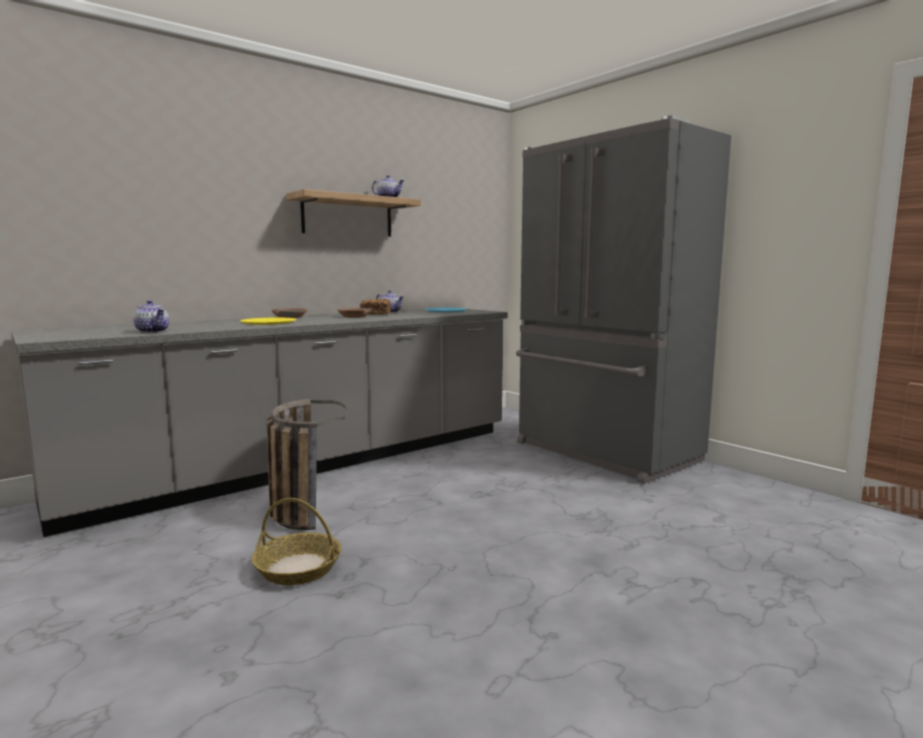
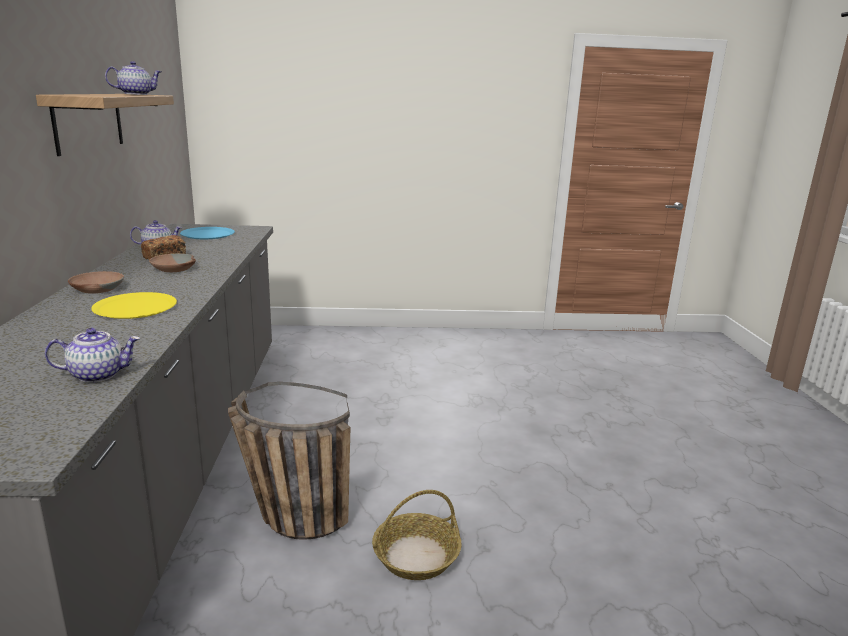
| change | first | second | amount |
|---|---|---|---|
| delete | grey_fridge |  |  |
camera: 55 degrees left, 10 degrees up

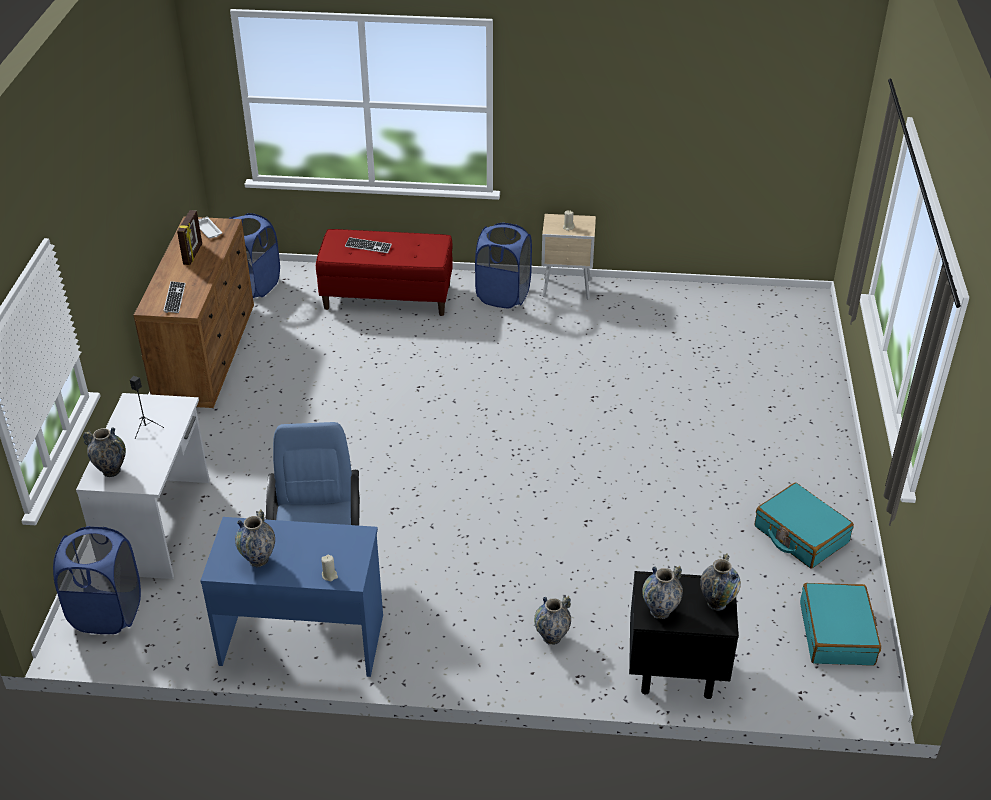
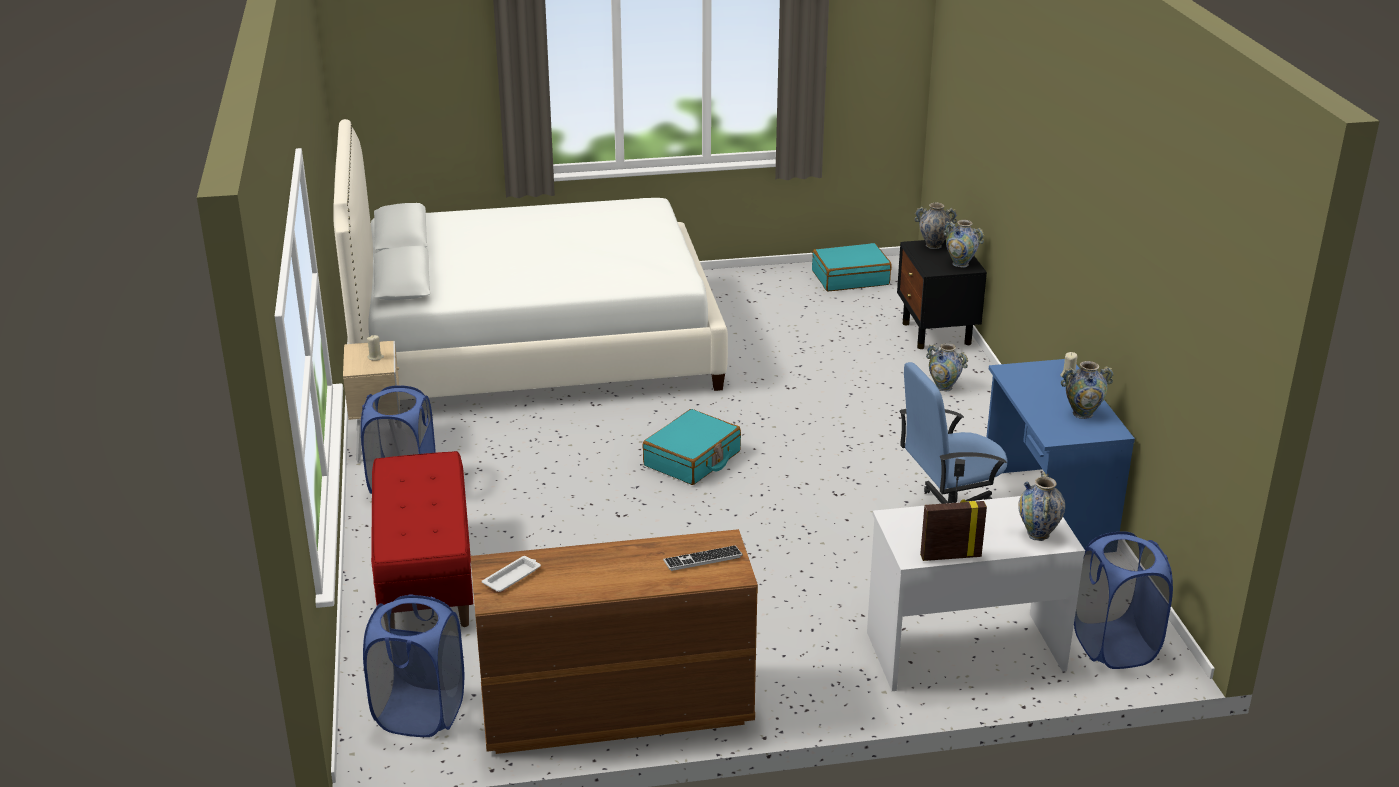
| change | first | second | amount |
|---|---|---|---|
| insert |  | white_bed |  |
| move | turquoise_suitcase (1st from left) |  |  |
| move | picture_frame |  |  |
| delete | keyboard (2nd from left) |  |  |
camera: 105 degrees left, 10 degrees down

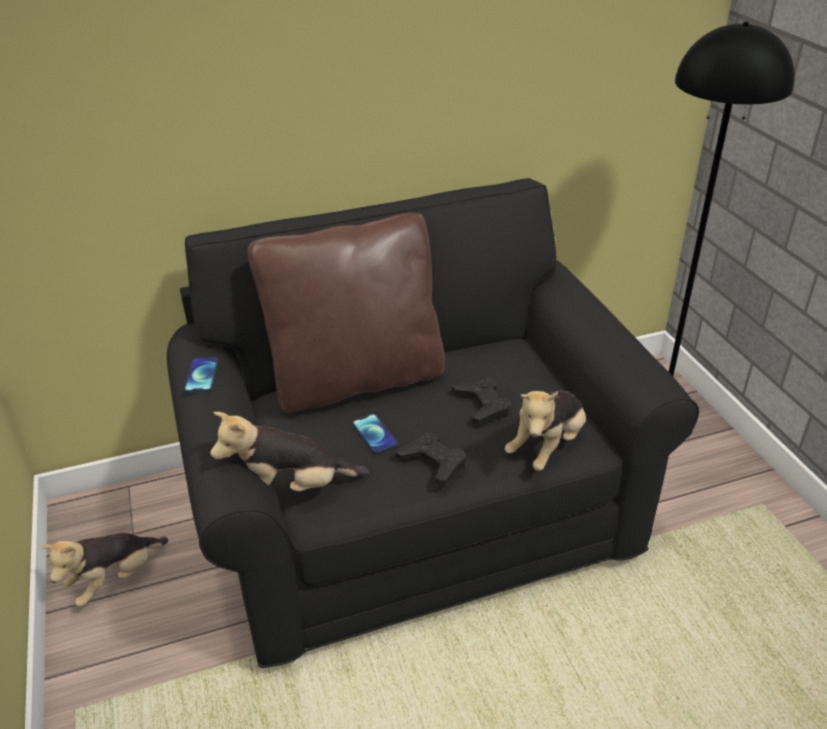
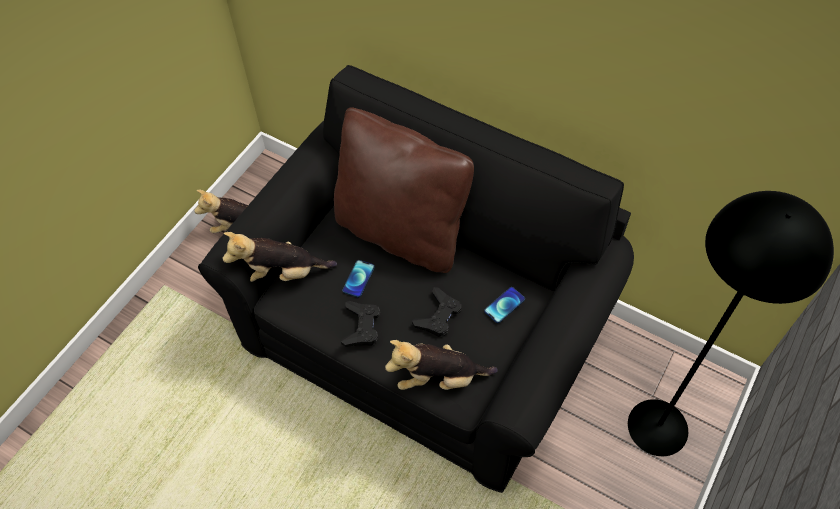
| change | first | second | amount |
|---|---|---|---|
| rotate | plush_toy (2nd from left) |  | 45 degrees counterclockwise |
| move | phone (1st from left in the first image) | phone (2nd from left) |  |
camera: 50 degrees right, 20 degrees up

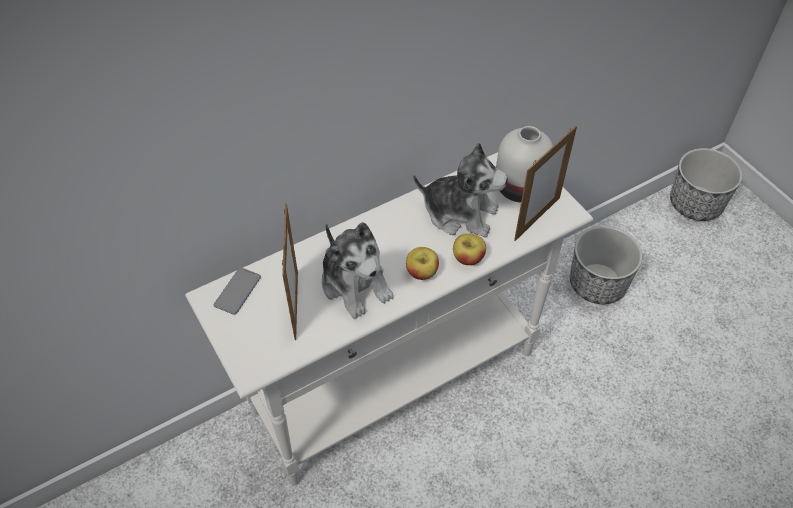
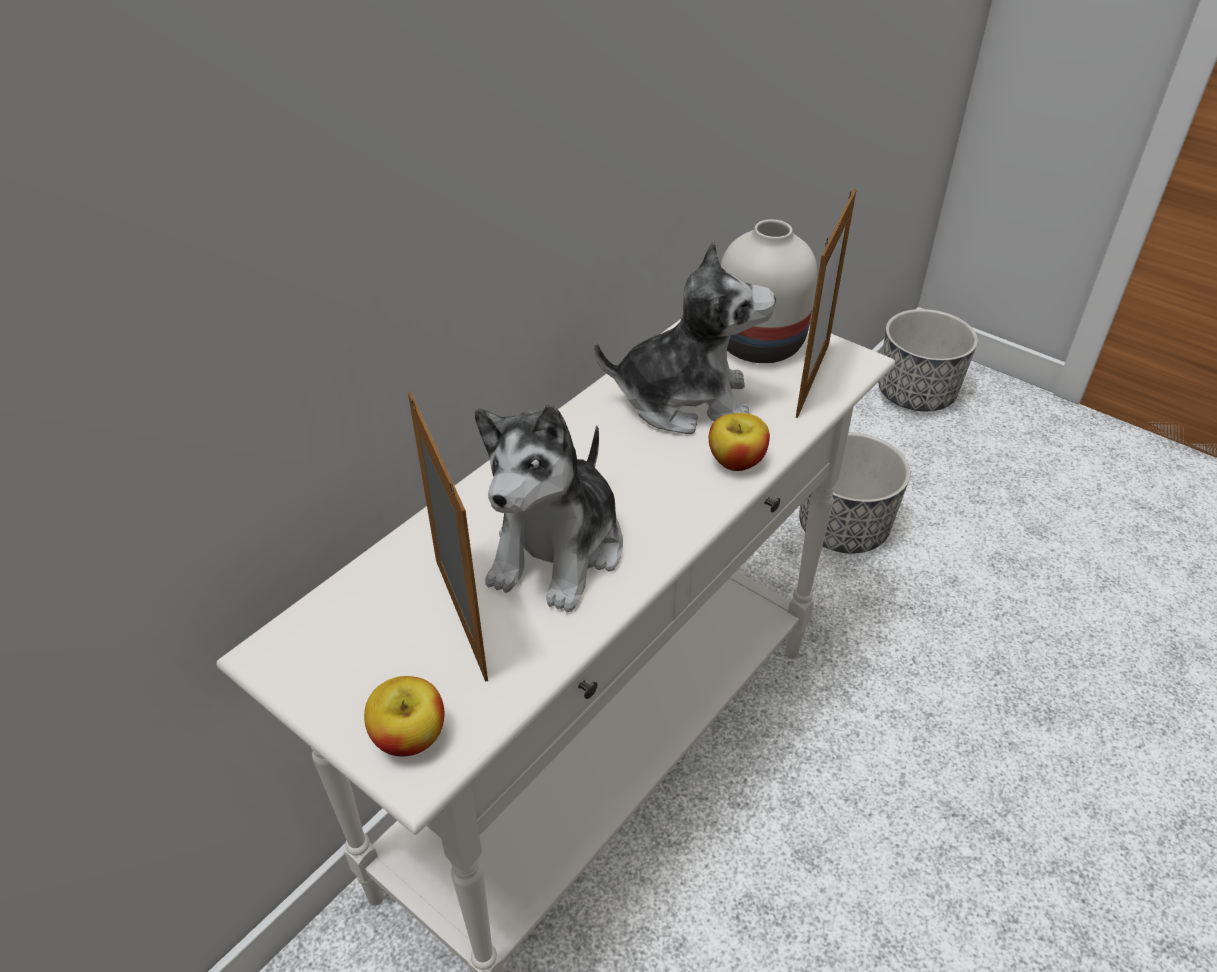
| change | first | second | amount |
|---|---|---|---|
| move | apple (1st from left) |  |  |
| rotate | plush_toy (1st from left) |  | 75 degrees clockwise |
| delete | phone |  |  |
camera: 20 degrees left, 10 degrees down

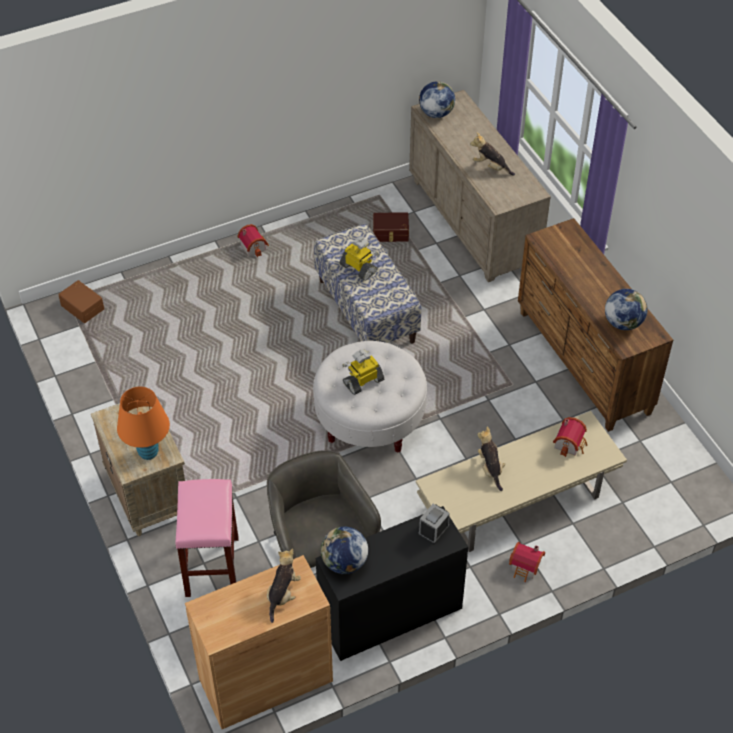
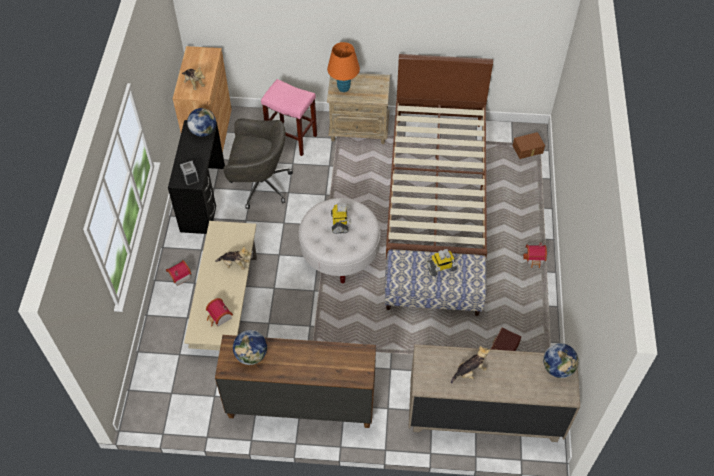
| change | first | second | amount |
|---|---|---|---|
| insert |  | brown_bed |  |
camera: 120 degrees right, 5 degrees up

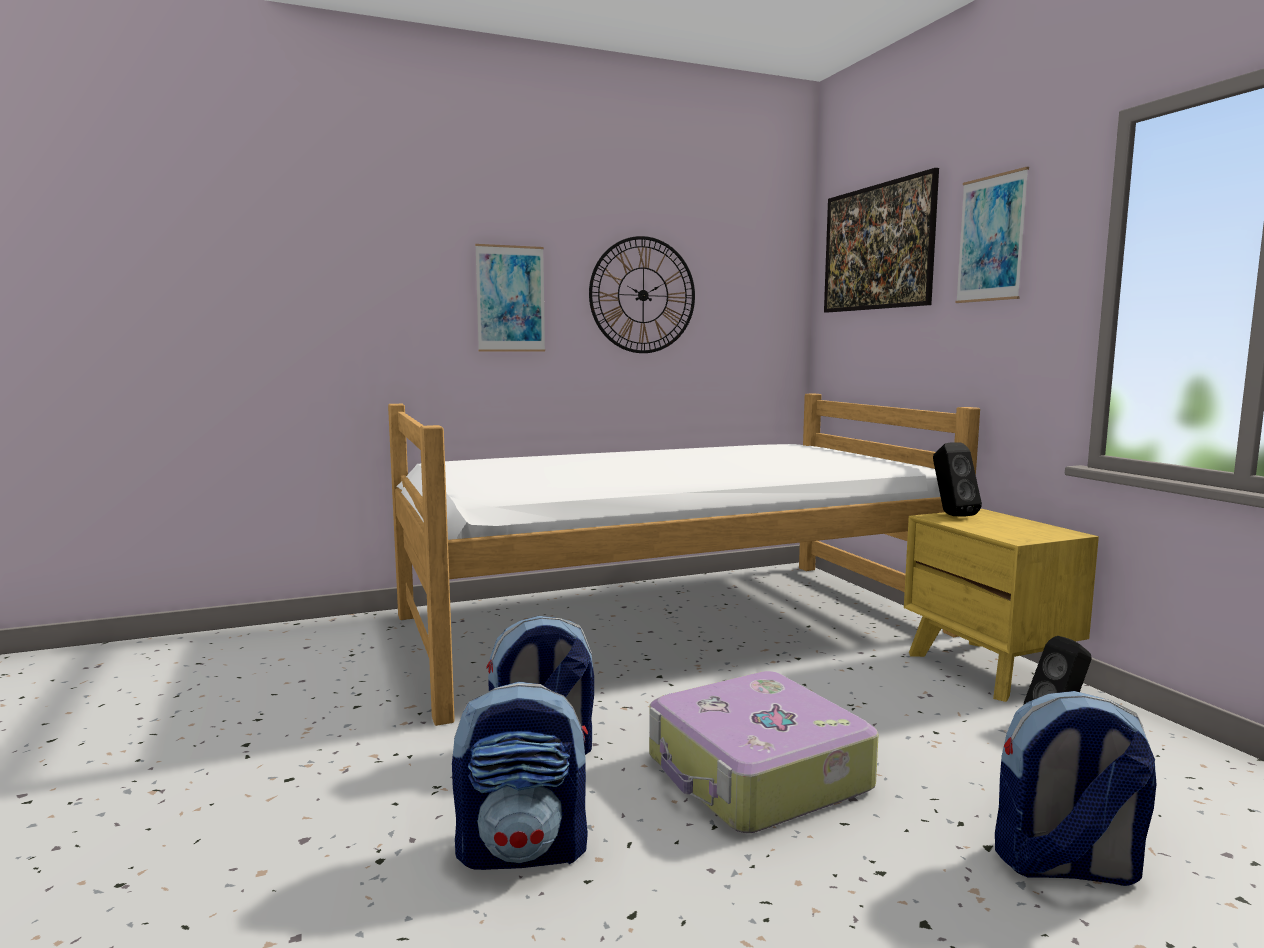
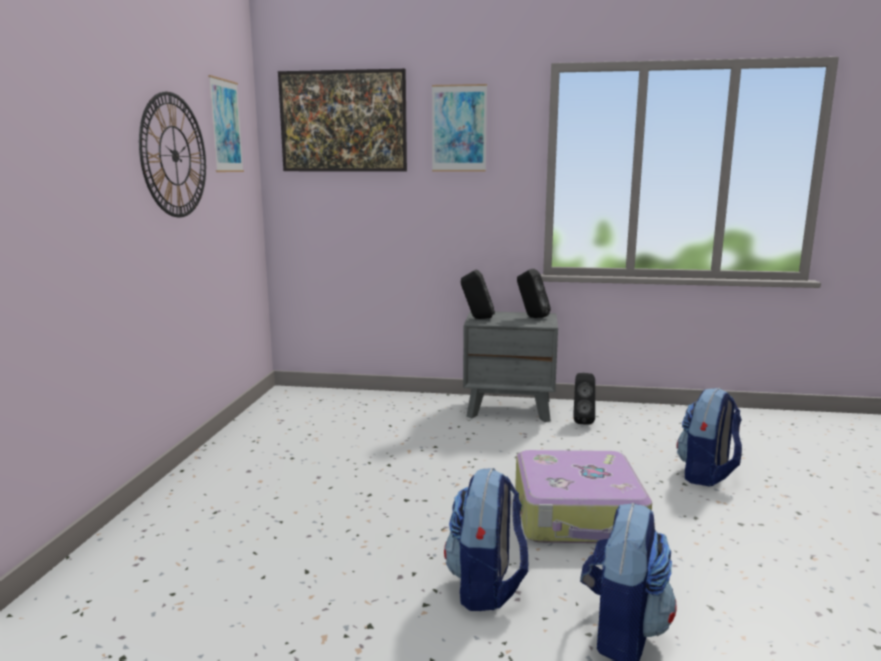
| change | first | second | amount |
|---|---|---|---|
| move | picture (1st from left) |  |  |
| recolor | yellow_nightstand | grey_nightstand |  |
| insert |  | black_speaker (2nd from left) |  |
| delete | bed |  |  |
camera: 60 degrees left, 5 degrees up

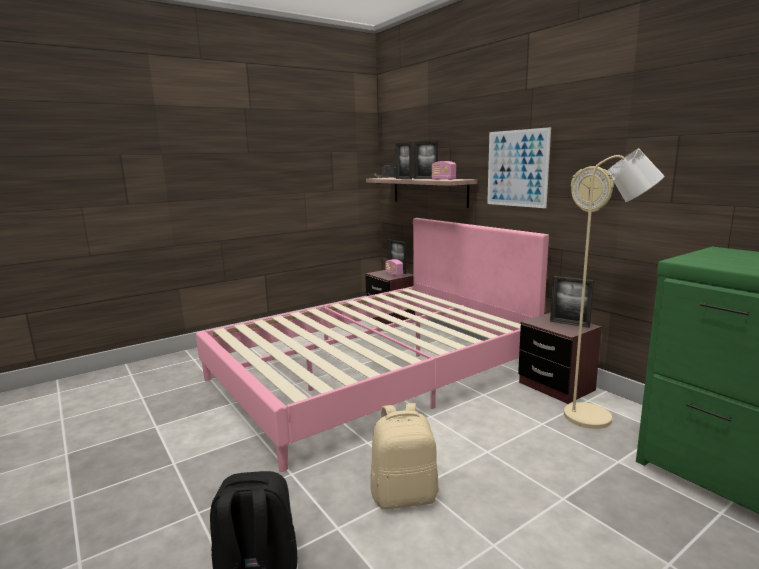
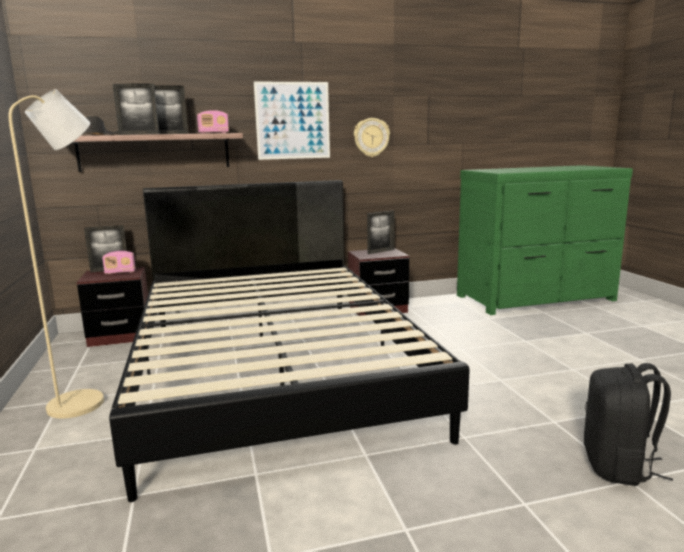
| change | first | second | amount |
|---|---|---|---|
| move | beige_floor_lamp |  |  |
| recolor | pink_bed | black_bed |  |
| delete | beige_backpack |  |  |
camera: 70 degrees left, 0 degrees up

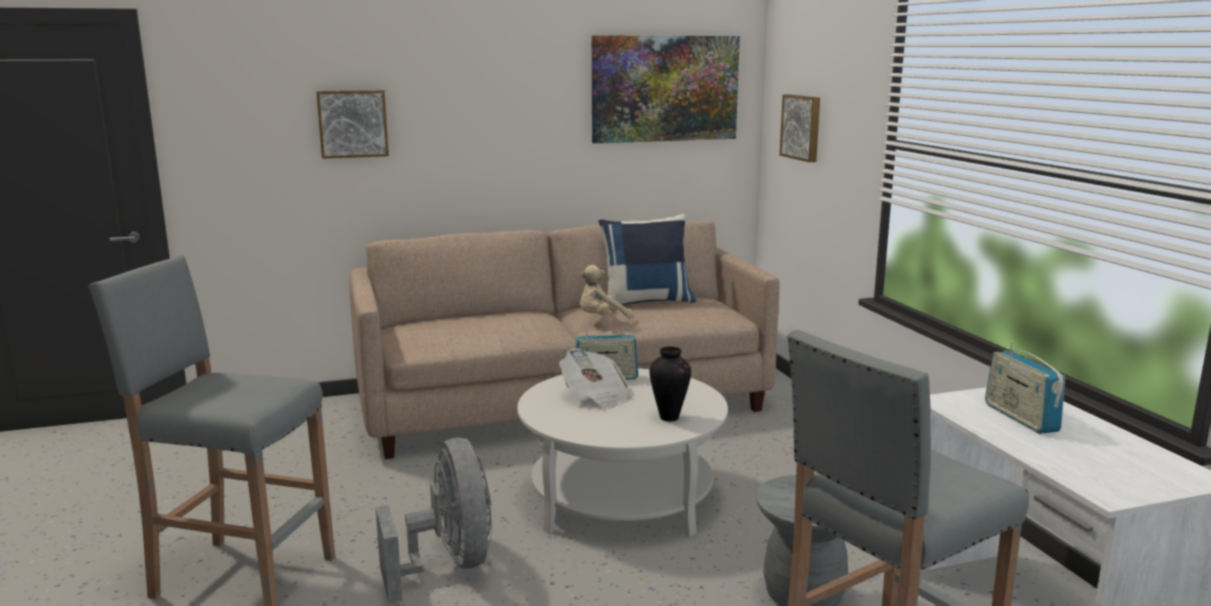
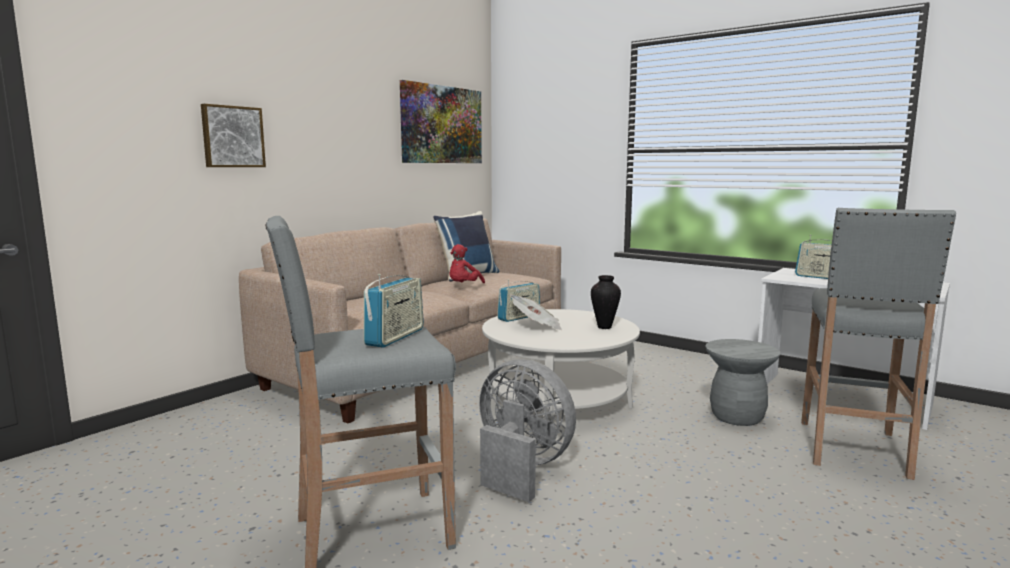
| change | first | second | amount |
|---|---|---|---|
| insert |  | radio (1st from left) |  |
| recolor | beige_plush_toy | red_plush_toy |  |
| delete | picture (3rd from left) |  |  |
camera: 35 degrees left, 5 degrees down

